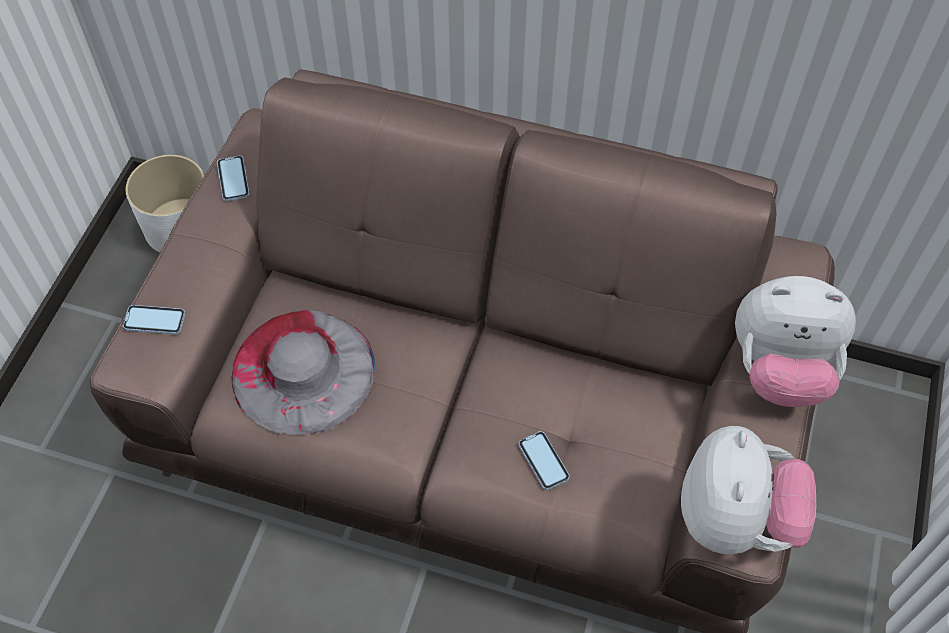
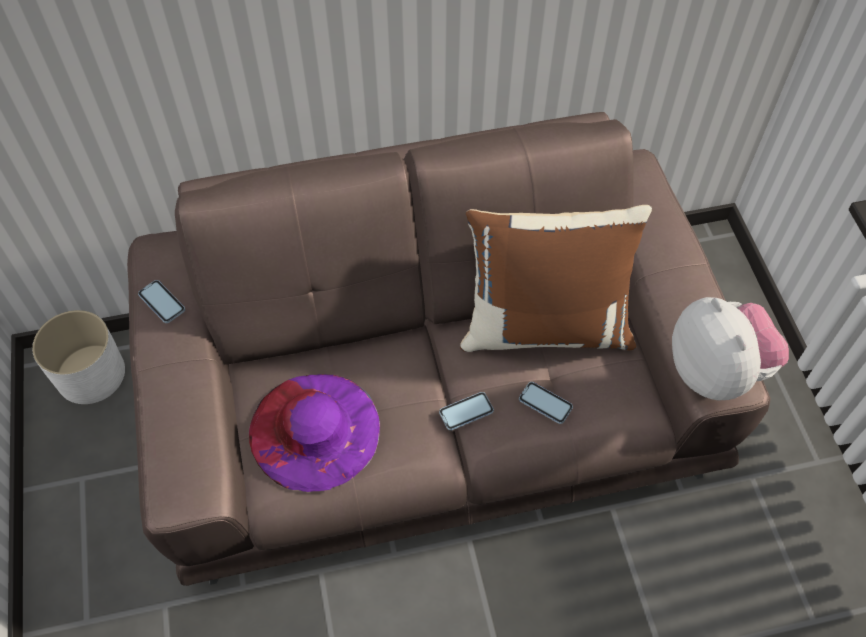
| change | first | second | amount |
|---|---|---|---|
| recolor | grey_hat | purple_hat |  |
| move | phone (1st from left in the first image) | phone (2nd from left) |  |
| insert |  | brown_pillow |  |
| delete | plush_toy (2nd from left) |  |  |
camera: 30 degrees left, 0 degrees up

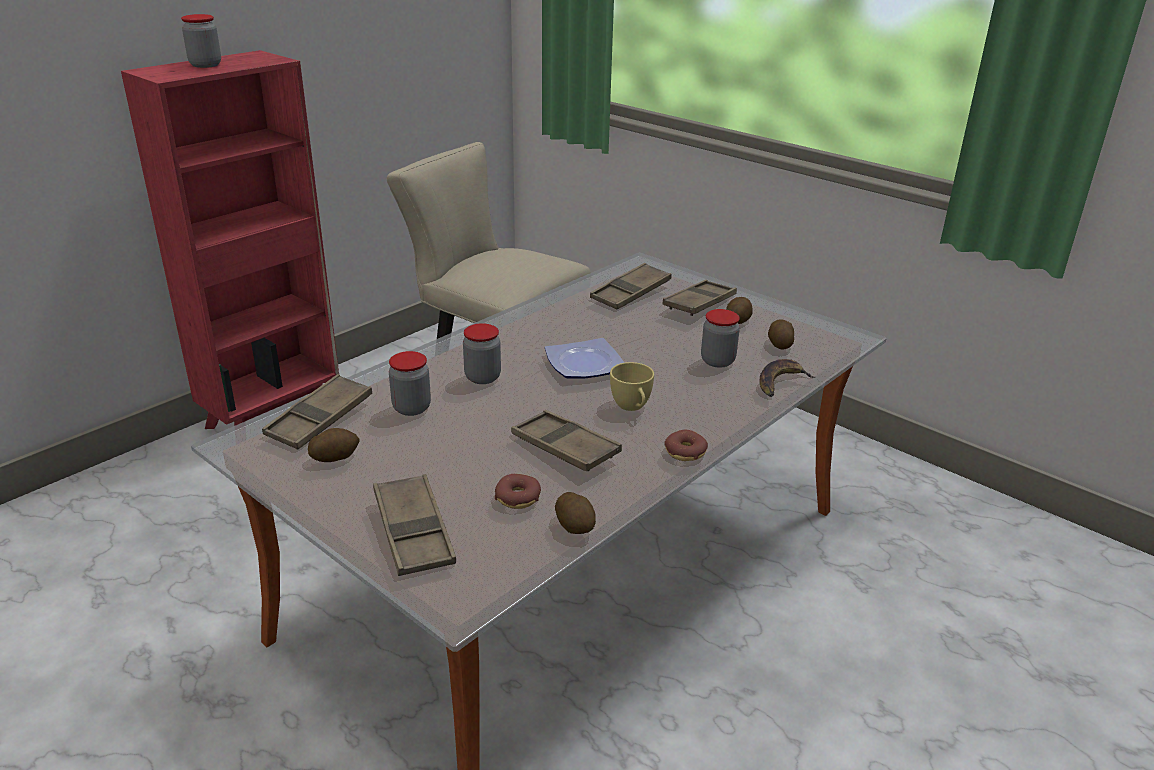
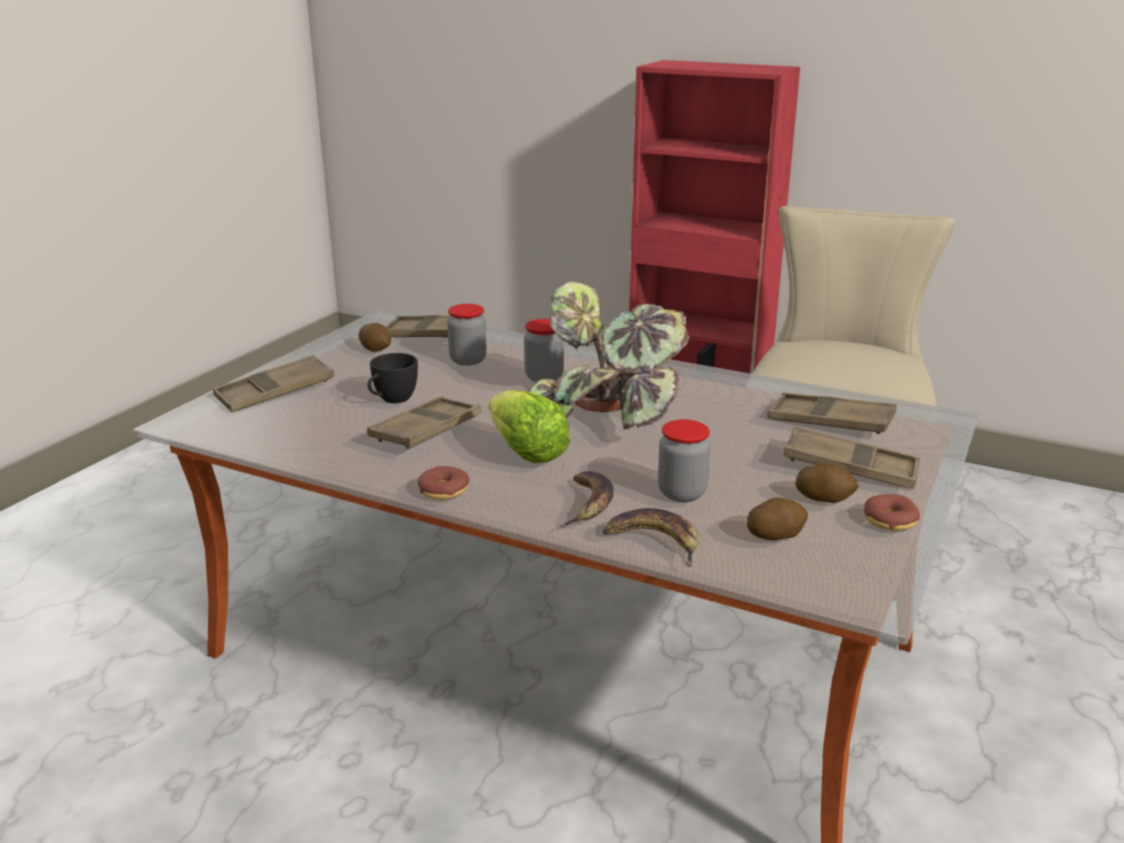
| change | first | second | amount |
|---|---|---|---|
| insert |  | black_cup |  |
| replace | yellow_cup | lettuce |  |
| replace | plate | potted_plant |  |
| insert |  | banana (1st from left) |  |
| move | donut (1st from left in the first image) | donut (2nd from left) |  |
| delete | jar (1st from left) |  |  |
| delete | potato (2nd from left) |  |  |
camera: 75 degrees right, 5 degrees down

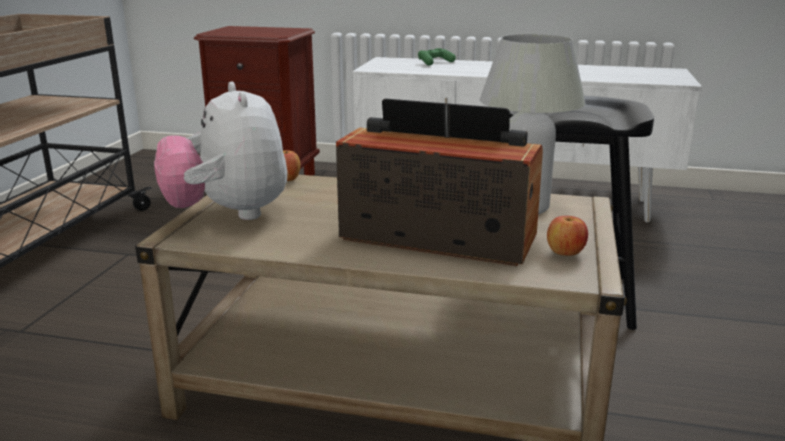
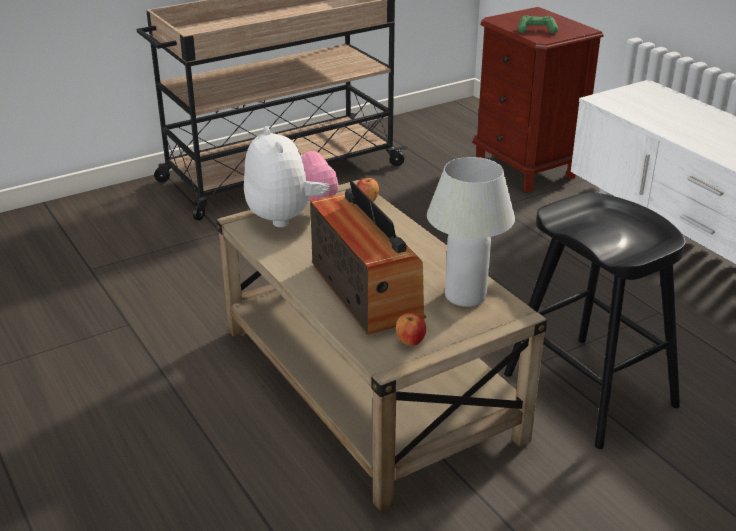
| change | first | second | amount |
|---|---|---|---|
| rotate | plush_toy |  | 135 degrees clockwise |
| move | green_game_controller |  |  |
camera: 45 degrees right, 10 degrees up

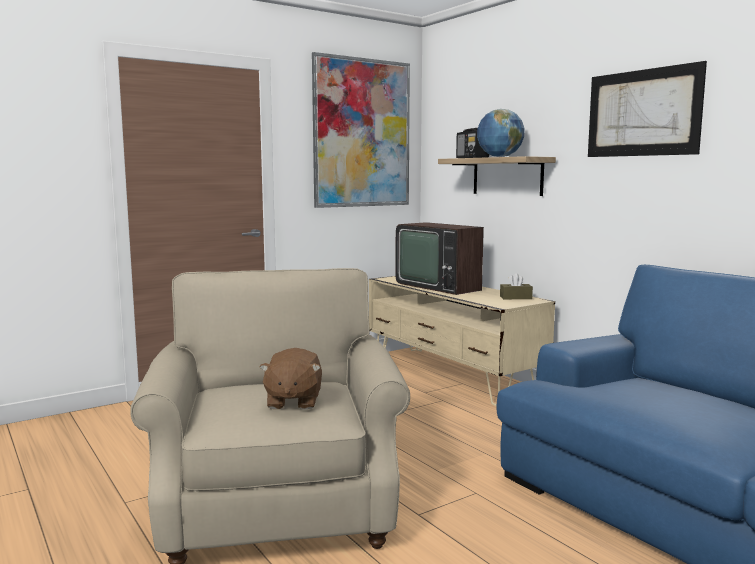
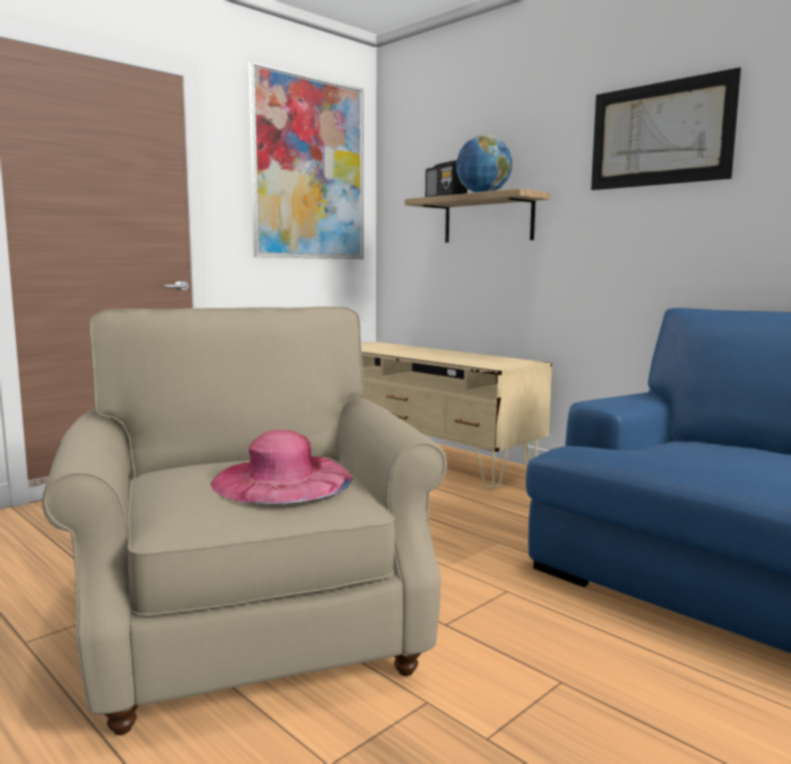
| change | first | second | amount |
|---|---|---|---|
| replace | brown_plush_toy | pink_hat |  |
| delete | television |  |  |
| delete | brown_tissue_box |  |  |
camera: 10 degrees left, 0 degrees up

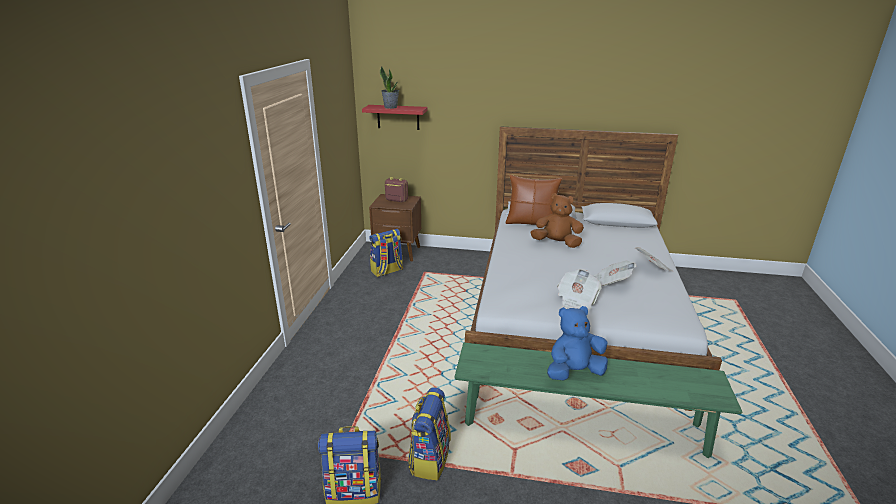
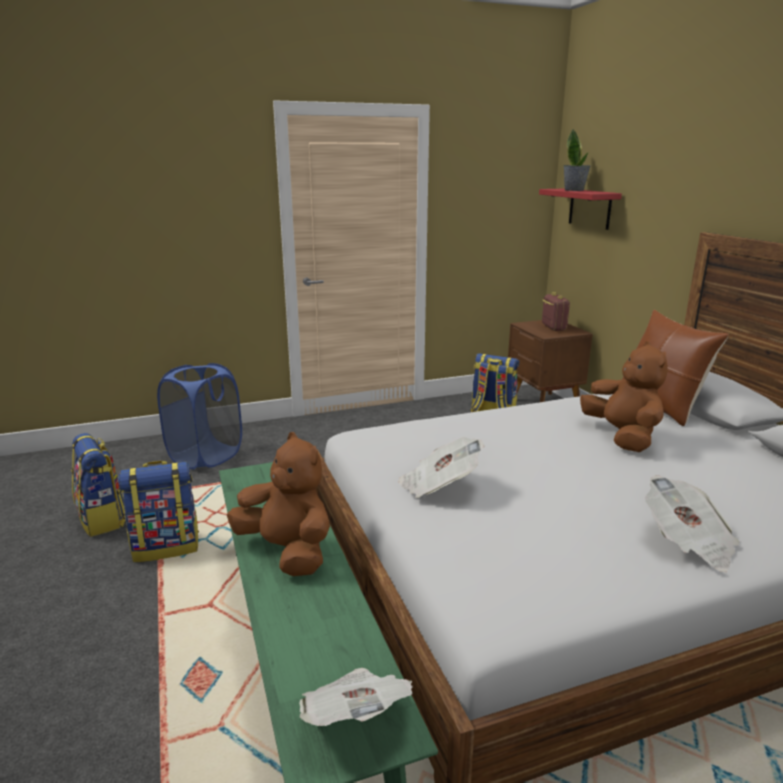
| change | first | second | amount |
|---|---|---|---|
| insert |  | blue_laundry_basket |  |
| recolor | blue_plush_toy | brown_plush_toy (1st from left) |  |
| move | newspaper (2nd from left in the first image) | newspaper (1st from left) |  |
camera: 60 degrees right, 5 degrees down

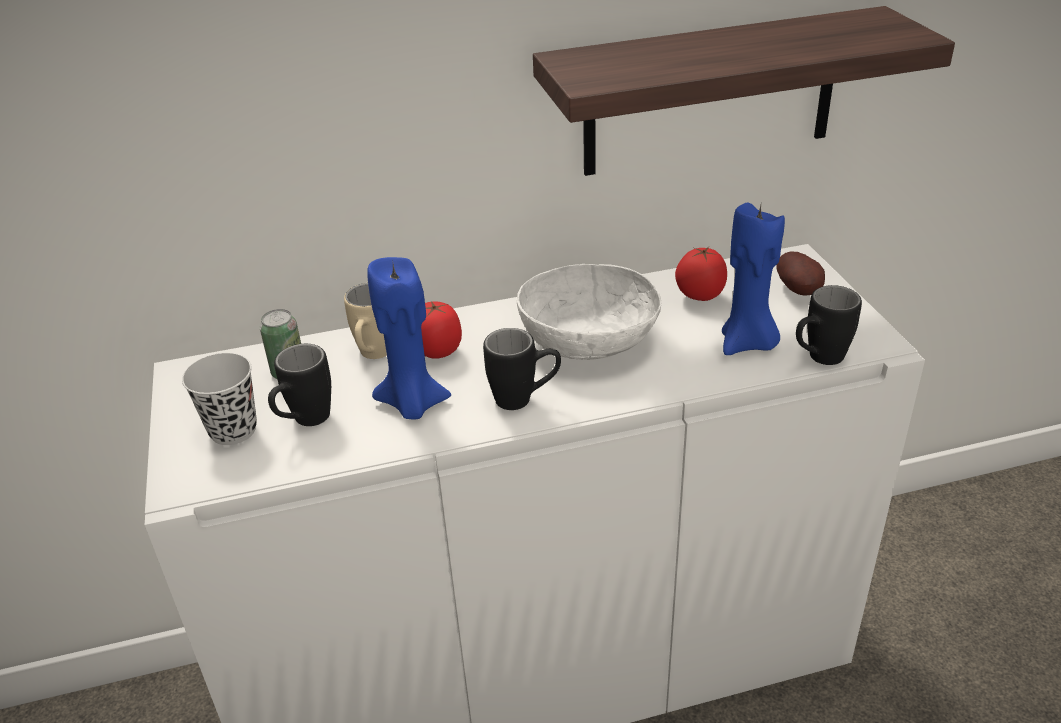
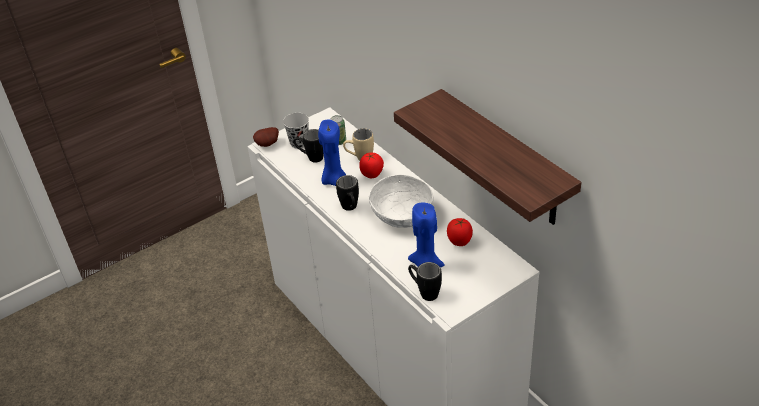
| change | first | second | amount |
|---|---|---|---|
| move | potato |  |  |
camera: 70 degrees right, 5 degrees up

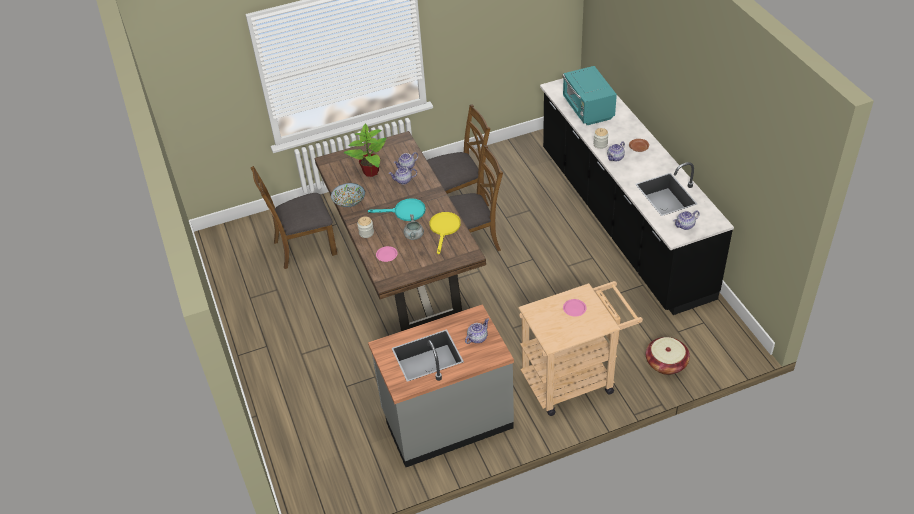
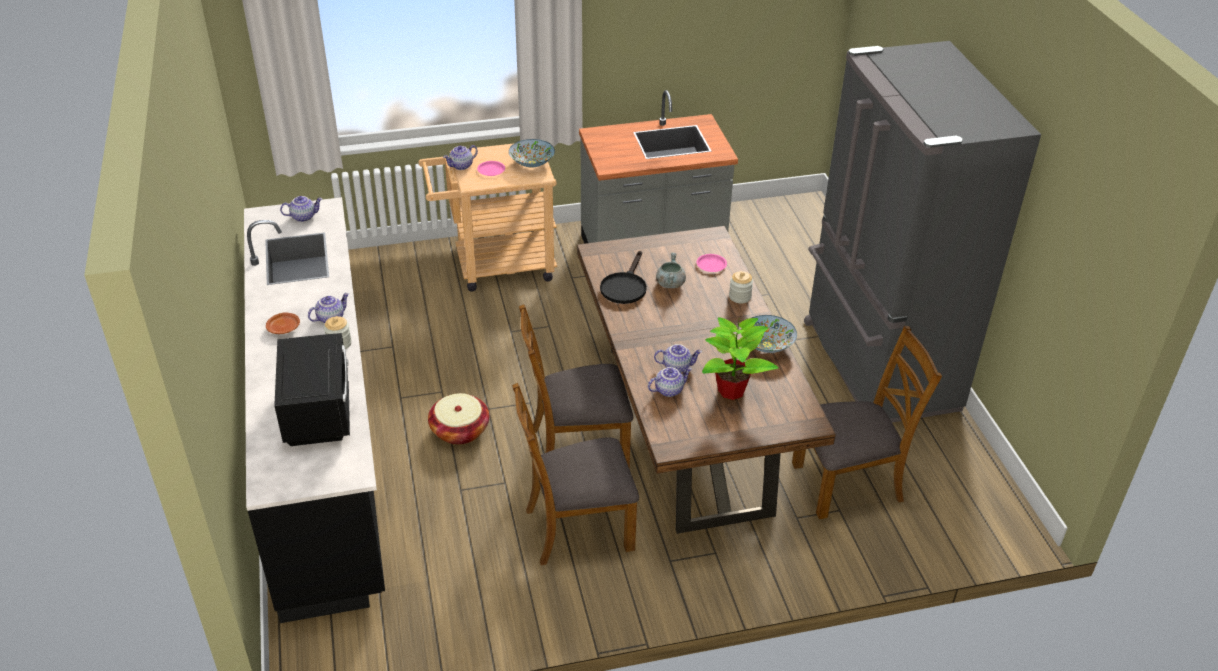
| change | first | second | amount |
|---|---|---|---|
| recolor | turquoise_microwave | black_microwave |  |
| move | basket |  |  |
| move | teapot (3rd from left) |  |  |
| insert |  | bowl (1st from left) |  |
| recolor | yellow_frying_pan | black_frying_pan |  |
| insert |  | grey_fridge |  |
| delete | turquoise_frying_pan |  |  |
camera: 175 degrees left, 5 degrees down

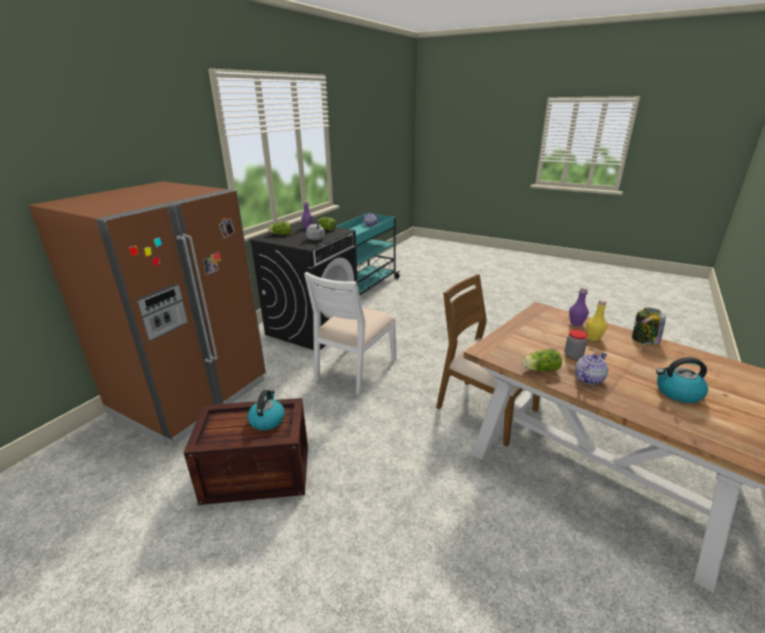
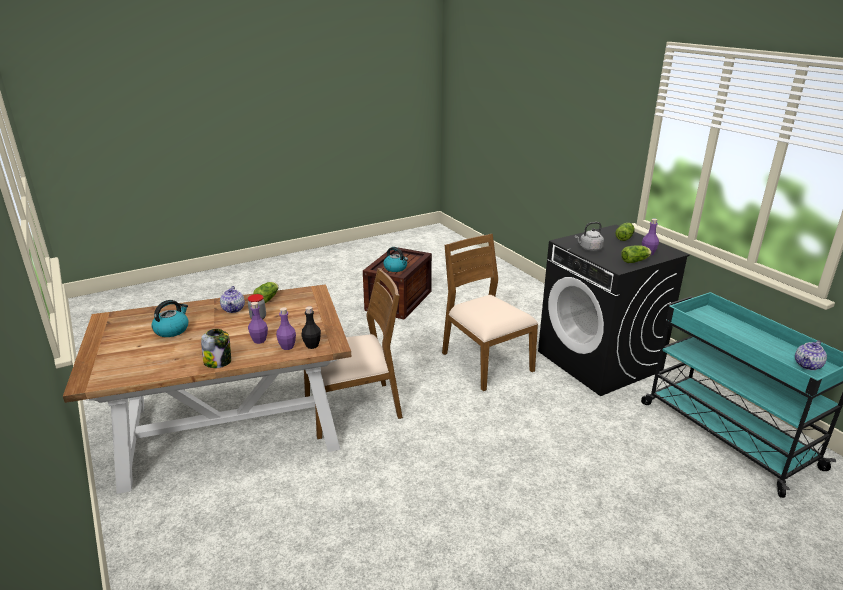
| change | first | second | amount |
|---|---|---|---|
| recolor | yellow_bottle | purple_bottle (1st from left) |  |
| insert |  | black_bottle |  |
| recolor | white_chair | brown_chair (2nd from left) |  |
| delete | brown_fridge |  |  |
camera: 120 degrees right, 0 degrees up

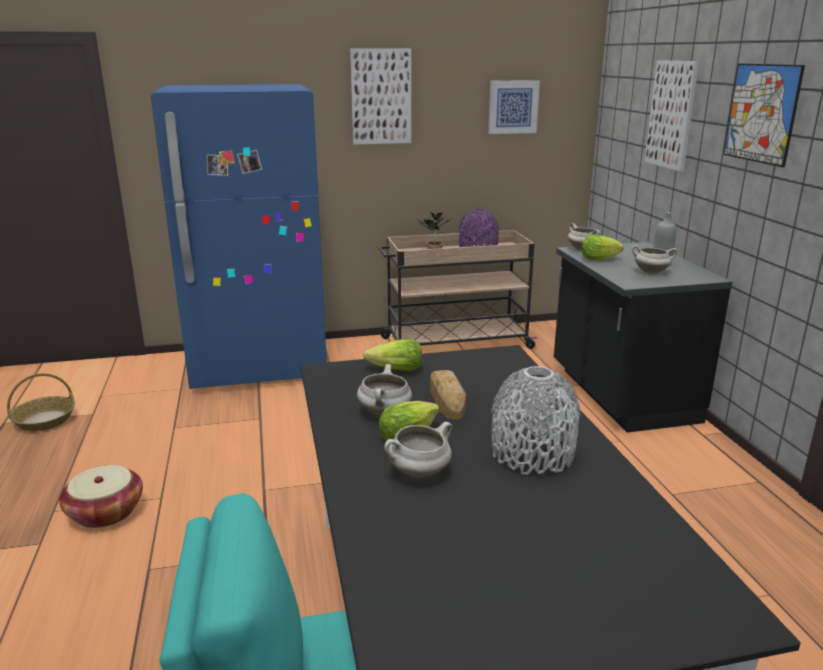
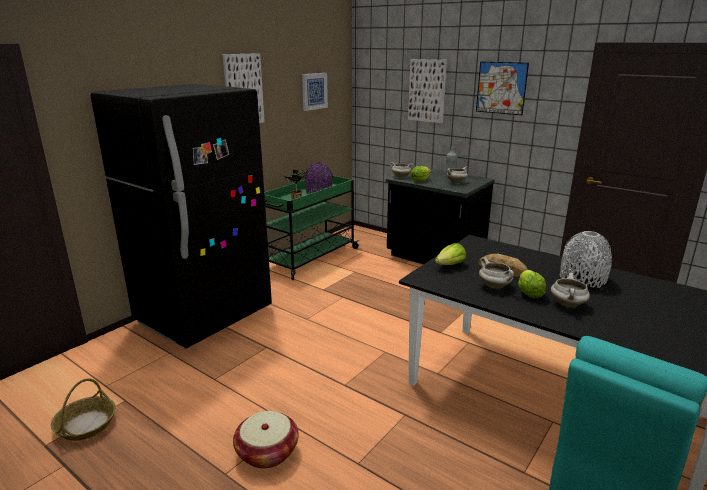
| change | first | second | amount |
|---|---|---|---|
| recolor | blue_fridge | black_fridge |  |
| recolor | beige_cart | green_cart |  |
camera: 40 degrees left, 0 degrees up

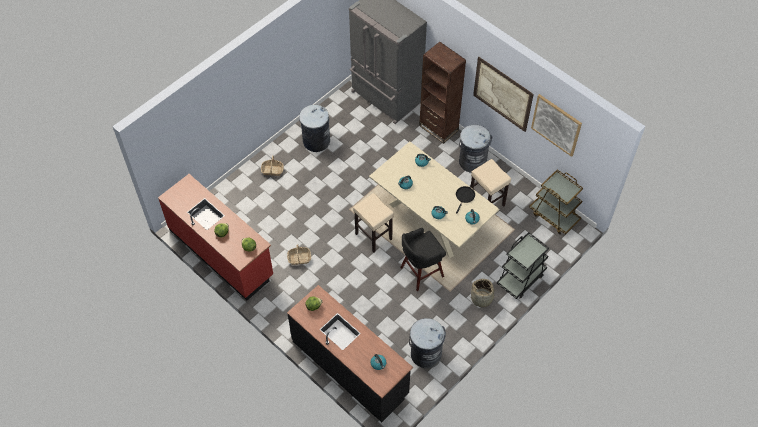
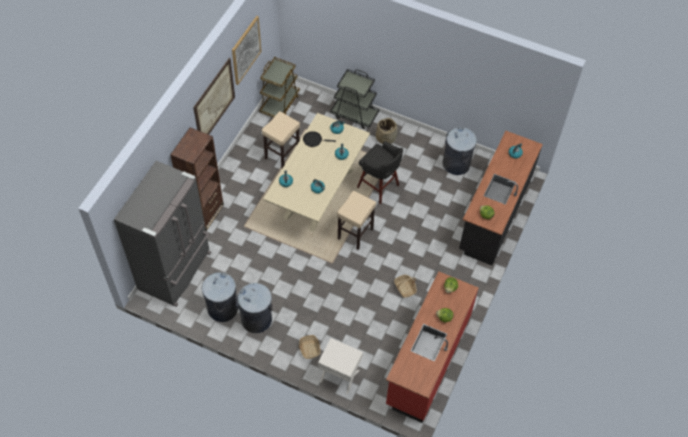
| change | first | second | amount |
|---|---|---|---|
| move | grey_trash_can (3rd from left in the first image) | grey_trash_can (1st from left) |  |
| insert |  | white_nightstand |  |
camera: 110 degrees left, 0 degrees up

